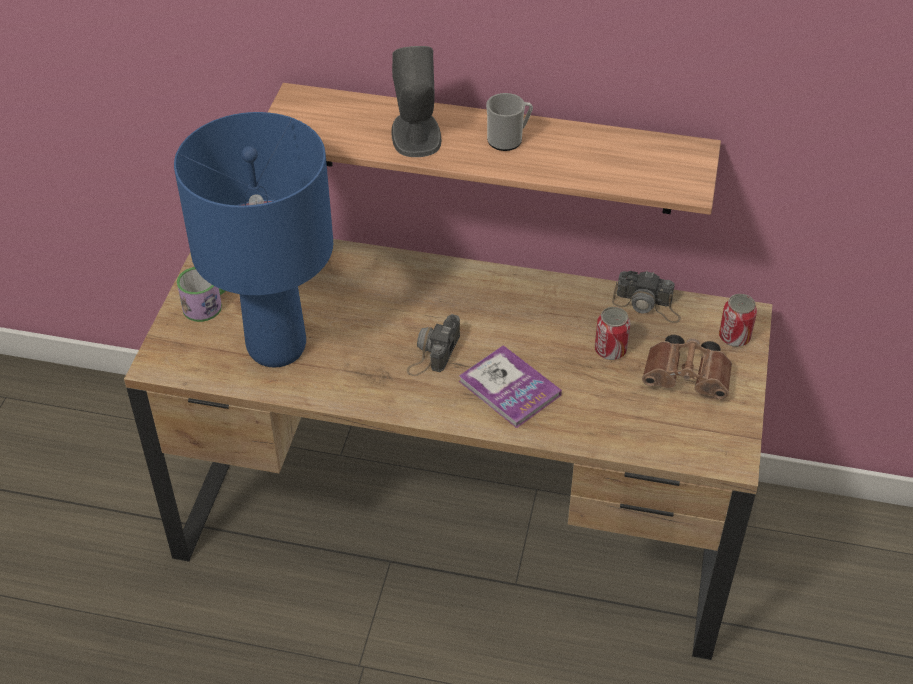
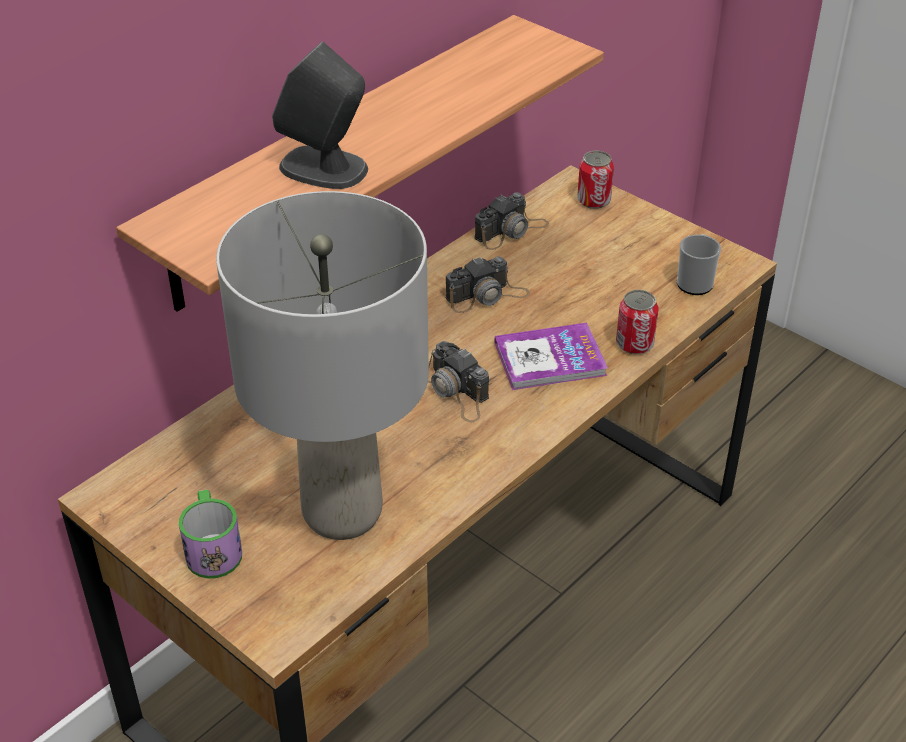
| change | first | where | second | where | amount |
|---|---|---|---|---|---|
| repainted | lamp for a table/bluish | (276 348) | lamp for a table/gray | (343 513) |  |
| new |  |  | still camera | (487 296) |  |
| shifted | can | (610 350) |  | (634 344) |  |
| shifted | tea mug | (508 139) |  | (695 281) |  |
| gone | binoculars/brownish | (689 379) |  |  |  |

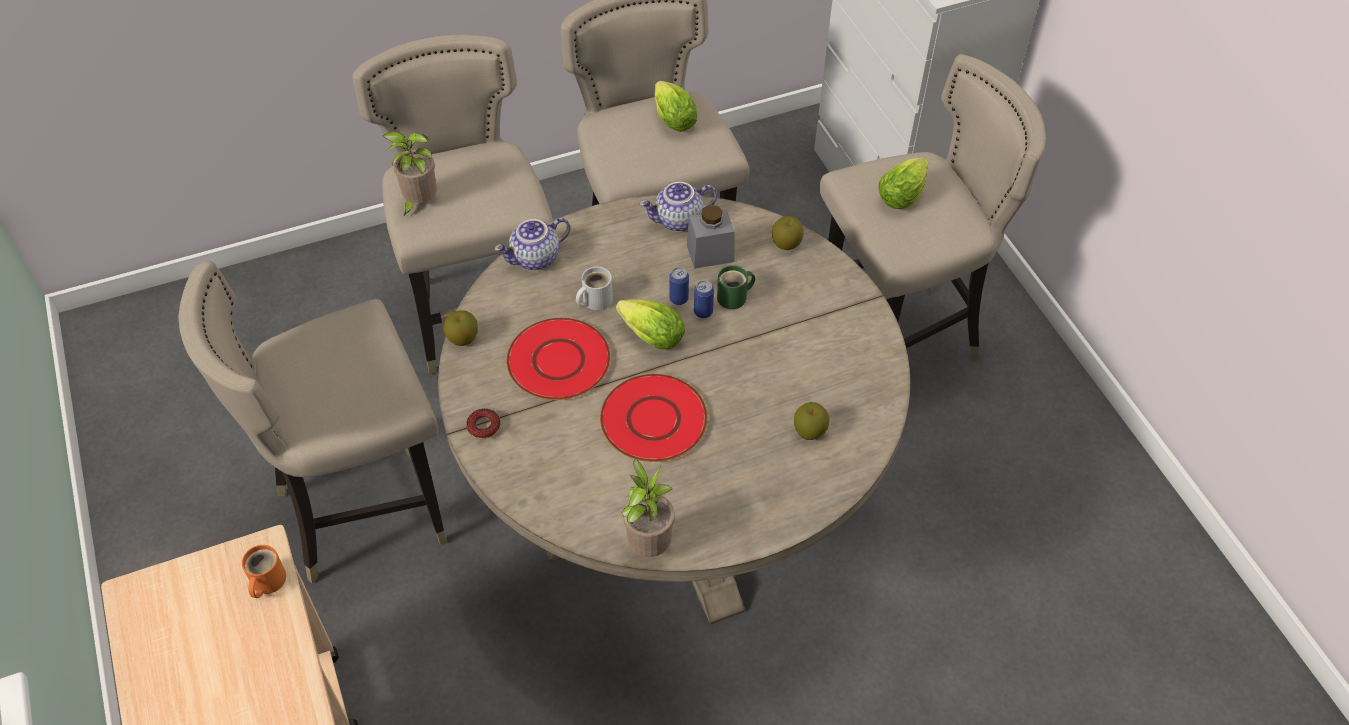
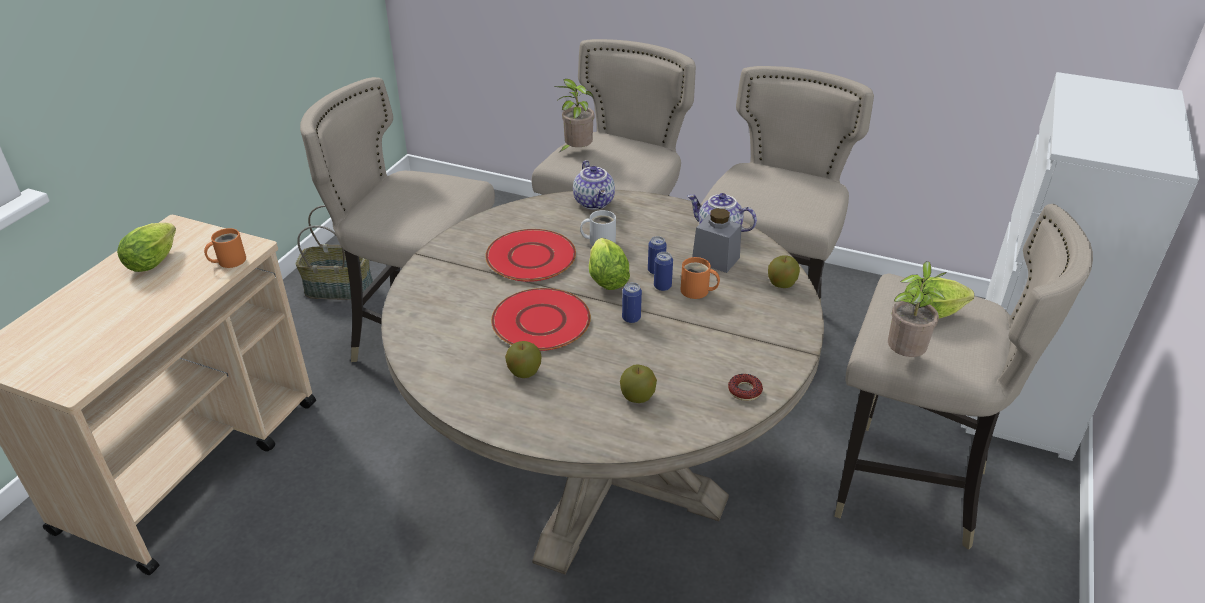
| change | first | where | second | where | amount |
|---|---|---|---|---|---|
| shifted | lettuce head | (672 118) |  | (155 260) |  |
| new |  |  | basket | (340 288) |  |
| shifted | apple | (463 338) |  | (524 372) |  |
| rotated | pot for tea | (535 259) |  | (595 202) | 120 degrees counterclockwise |
| new |  |  | can | (631 318) |  |
| repainted | tea mug/green-coloured | (735 297) | tea mug/orange-coloured | (697 291) |  |
| shifted | doughnut | (484 426) |  | (744 391) |  |
| shifted | potted plant | (648 544) |  | (904 355) |  |

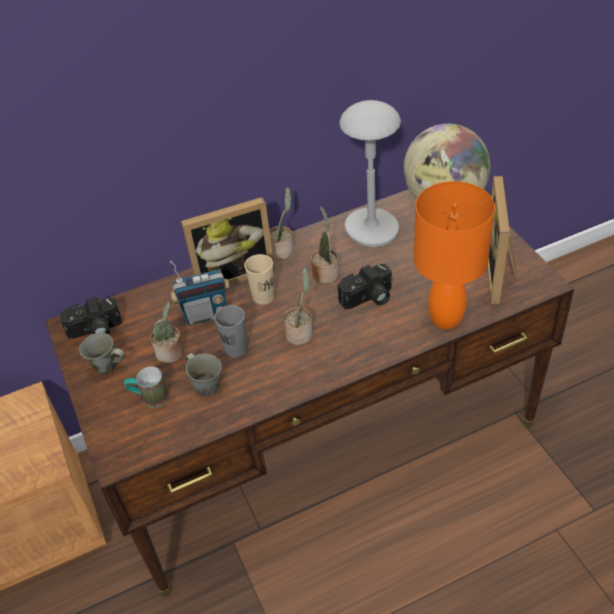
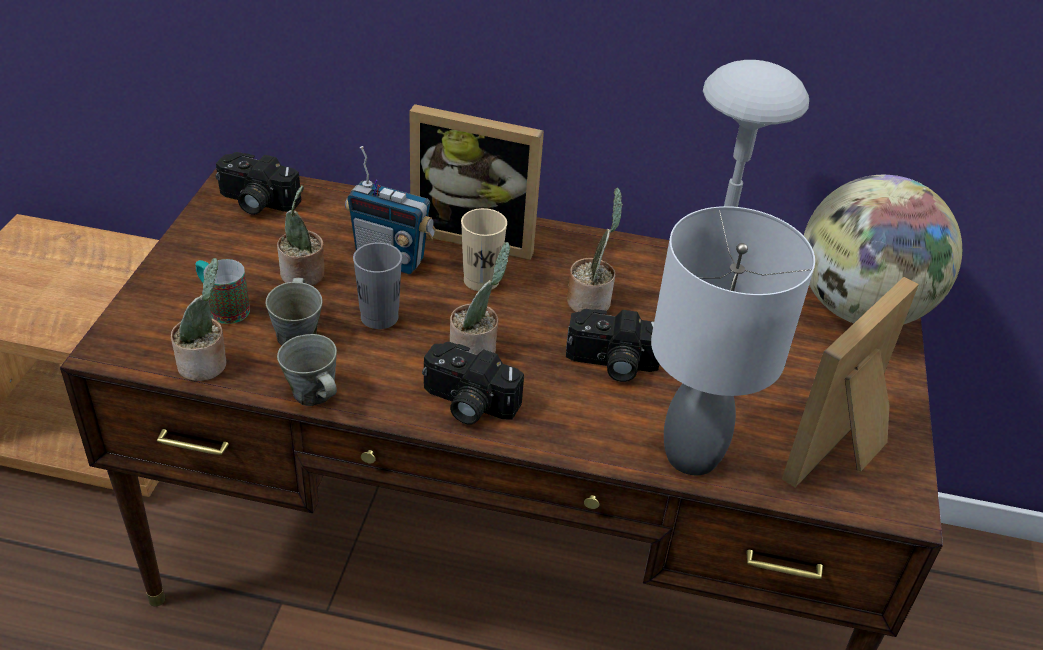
| change | first | where | second | where | amount |
|---|---|---|---|---|---|
| shifted | potted plant | (283 250) |  | (206 365) |  |
| shifted | tea mug/gray | (107 366) |  | (314 394) |  |
| new |  |  | still camera | (467 404) |  |
| repainted | lamp for a table/orange-coloured | (447 318) | lamp for a table/gray | (693 456) |  |

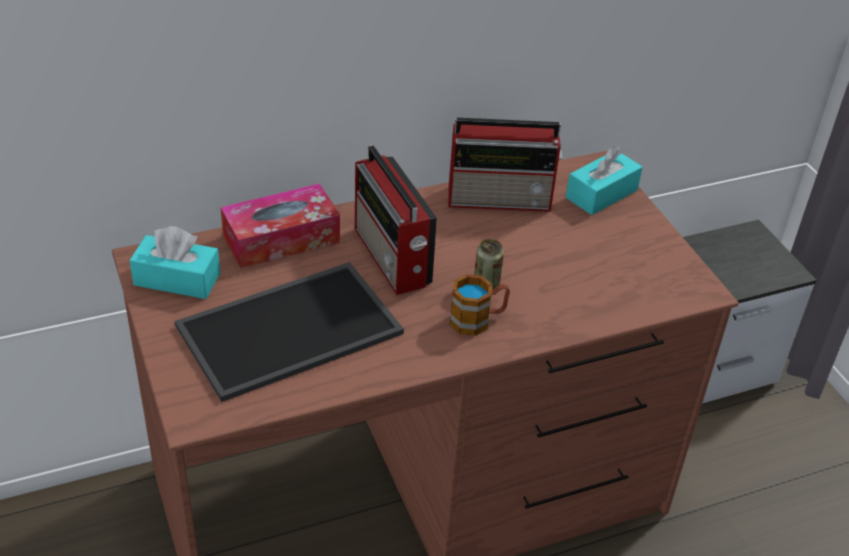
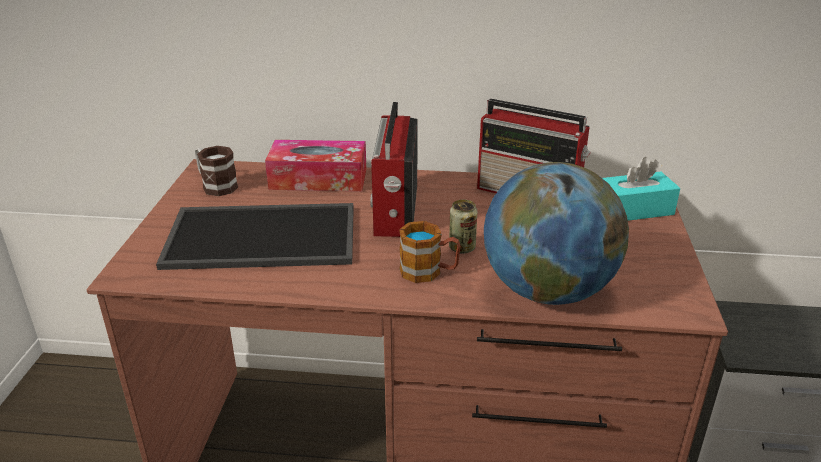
| change | first | where | second | where | amount |
|---|---|---|---|---|---|
| swapped | box of tissues/blue-green | (177 279) | tea mug | (215 185) |  |
| new |  |  | world globe | (547 291) |  |

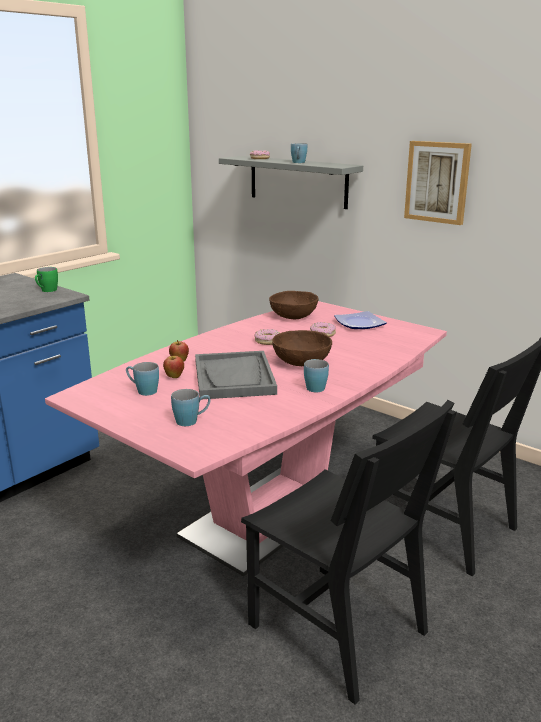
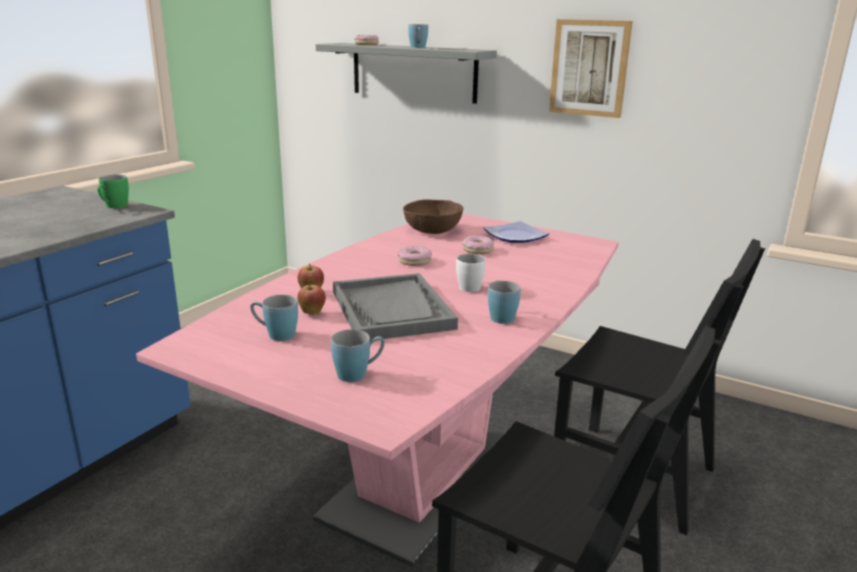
| change | first | where | second | where | amount |
|---|---|---|---|---|---|
| swapped | deep dish/brownish | (301 362) | tea mug/whitish | (468 285) |  |

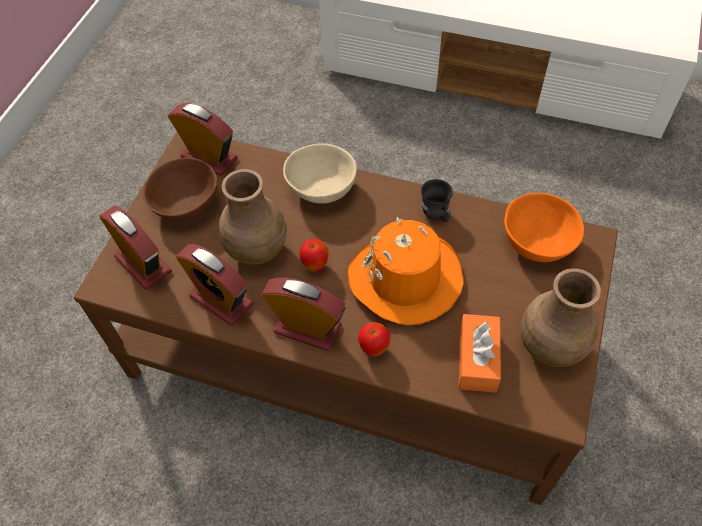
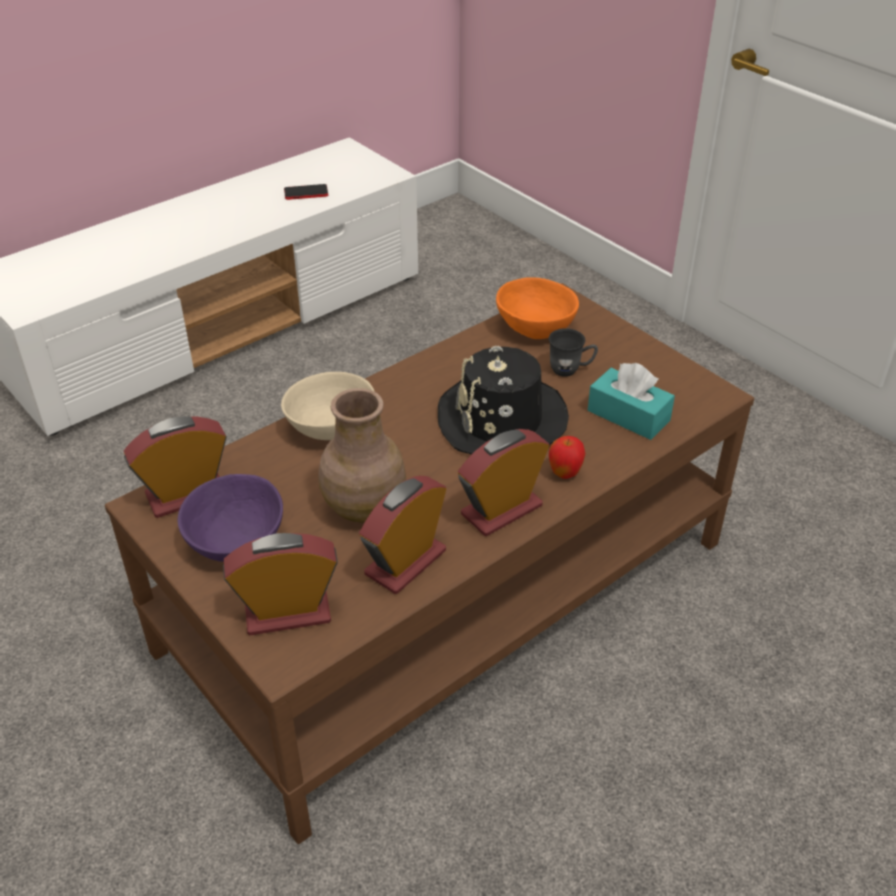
| change | first | where | second | where | amount |
|---|---|---|---|---|---|
| repainted | deep dish/brownish | (187 203) | deep dish/purple-coloured | (235 540) |  |
| new |  |  | telephone | (306 193) |  |
| rotated | table clock | (221 300) |  | (405 562) | 150 degrees clockwise |
| repainted | clothing hat/orange-coloured | (405 278) | clothing hat/black-coloured | (502 420) |  |
| shifted | tea mug/gray | (437 215) |  | (570 370) |  |
| repainted | box of tissues/orange-coloured | (477 359) | box of tissues/blue-green | (628 415) |  |
| gone | apple | (315 266) |  |  |  |
| gone | flower vase/brownish | (551 345) |  |  |  |

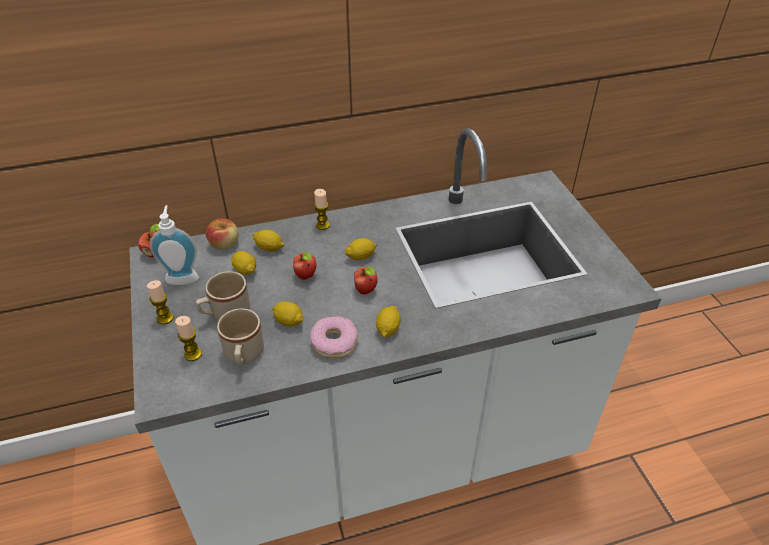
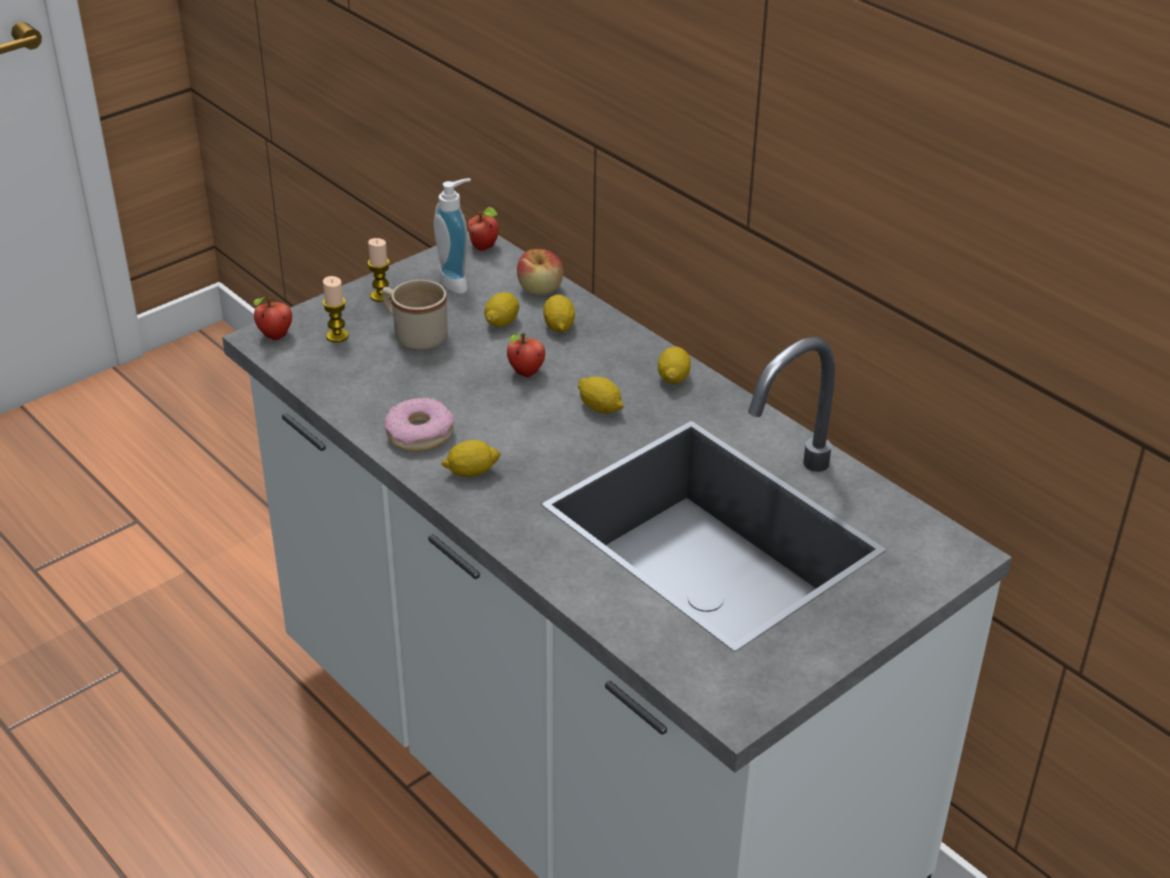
| change | first | where | second | where | amount |
|---|---|---|---|---|---|
| shifted | apple | (366 291) |  | (275 337) |  |
| shifted | lemon | (288 321) |  | (673 378) |  |
| gone | tea mug/beige-coloured | (244 356) |  |  |  |
| gone | wax candle | (322 225) |  |  |  |

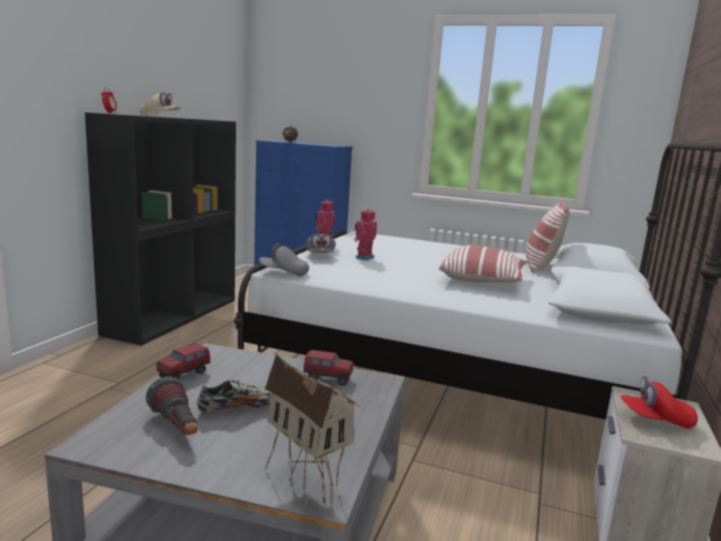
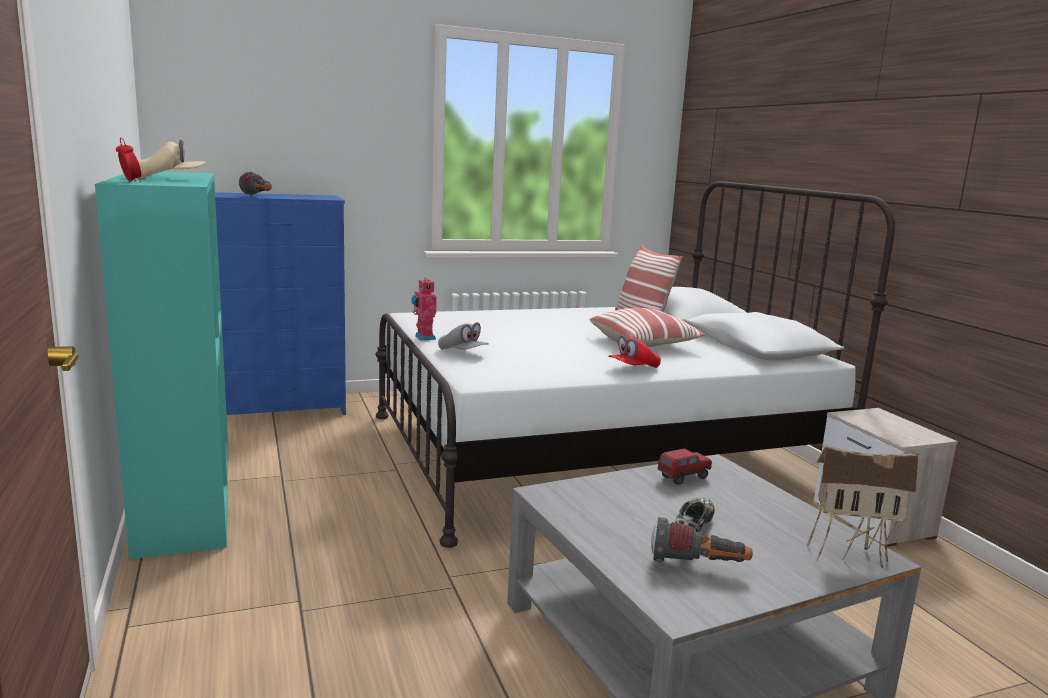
| change | first | where | second | where | amount |
|---|---|---|---|---|---|
| repainted | bookshelf/black-coloured | (173 315) | bookshelf/blue-green | (184 494) |  |
| shifted | baseball cap/reddish | (655 420) |  | (633 368) |  |
| gone | toy truck | (184 375) |  |  |  |
| gone | baseball cap/gray | (284 273) |  |  |  |
| gone | robot figure | (363 257) |  |  |  |

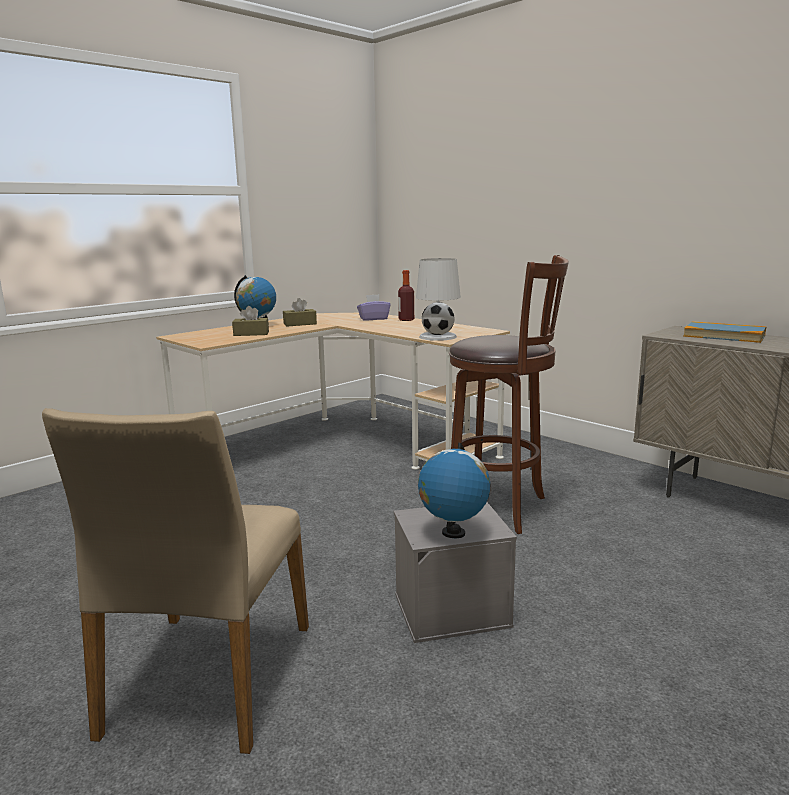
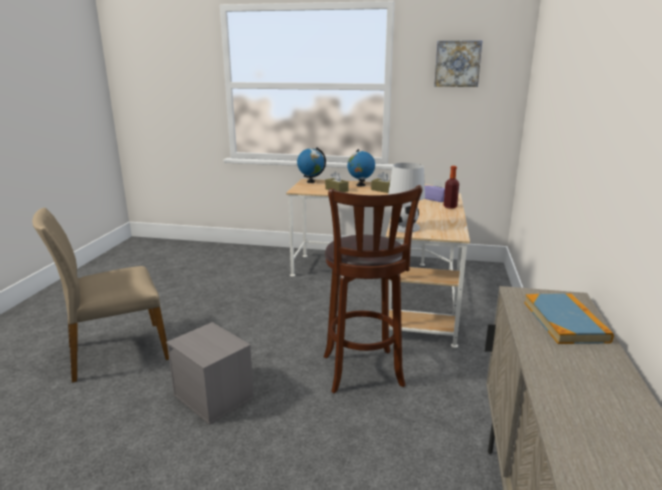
| change | first | where | second | where | amount |
|---|---|---|---|---|---|
| shifted | world globe | (453 533) |  | (310 182) |  |
| new |  |  | wall art | (457 63) |  |

